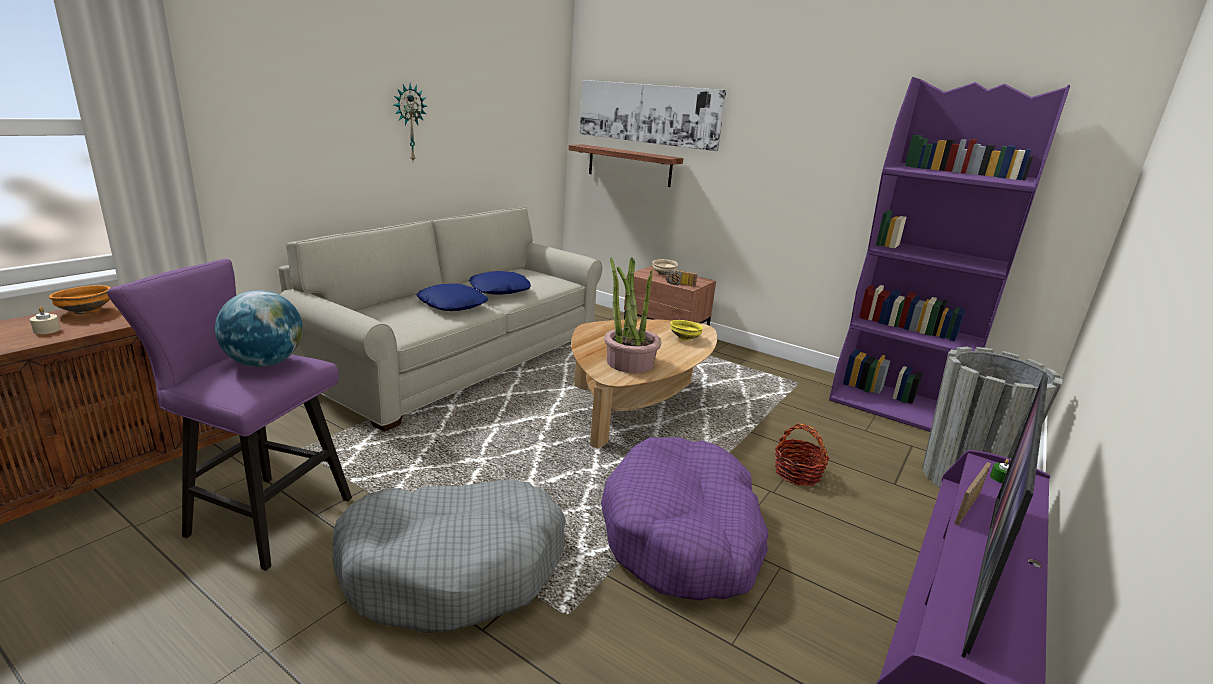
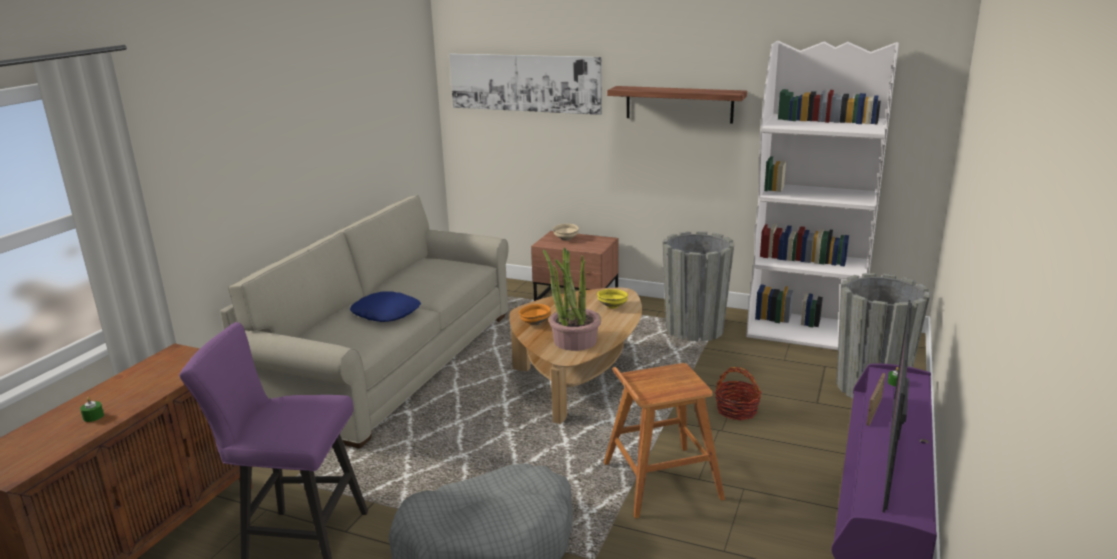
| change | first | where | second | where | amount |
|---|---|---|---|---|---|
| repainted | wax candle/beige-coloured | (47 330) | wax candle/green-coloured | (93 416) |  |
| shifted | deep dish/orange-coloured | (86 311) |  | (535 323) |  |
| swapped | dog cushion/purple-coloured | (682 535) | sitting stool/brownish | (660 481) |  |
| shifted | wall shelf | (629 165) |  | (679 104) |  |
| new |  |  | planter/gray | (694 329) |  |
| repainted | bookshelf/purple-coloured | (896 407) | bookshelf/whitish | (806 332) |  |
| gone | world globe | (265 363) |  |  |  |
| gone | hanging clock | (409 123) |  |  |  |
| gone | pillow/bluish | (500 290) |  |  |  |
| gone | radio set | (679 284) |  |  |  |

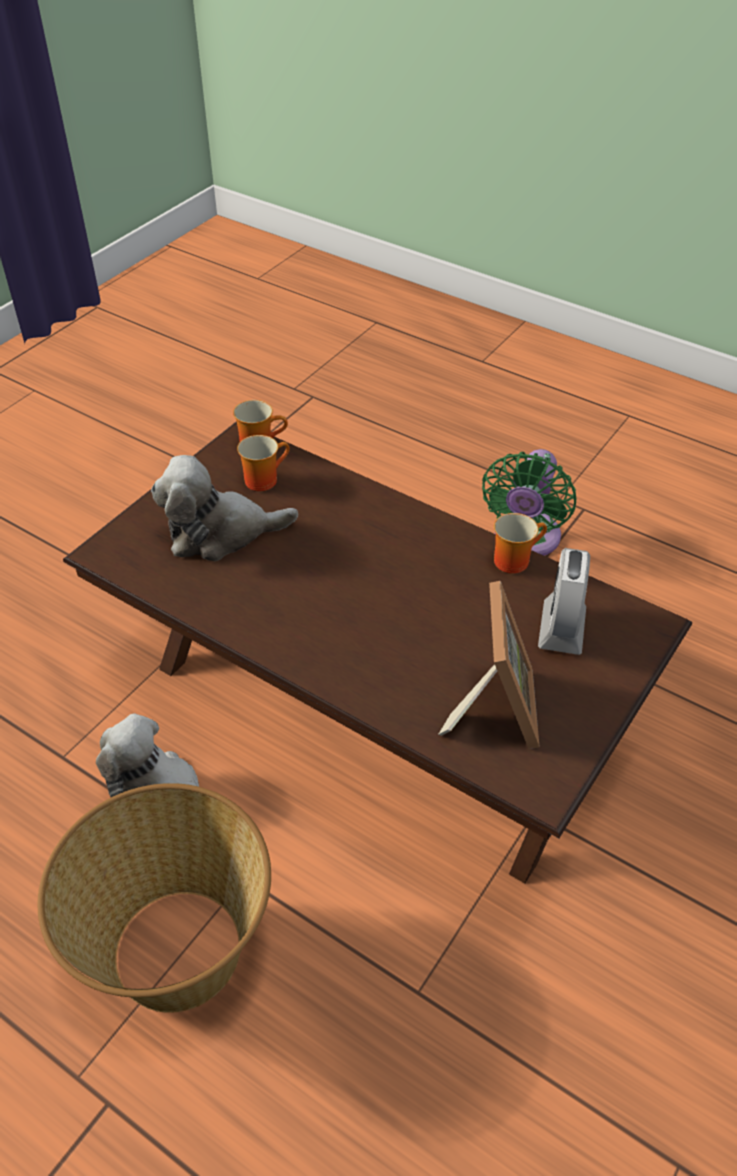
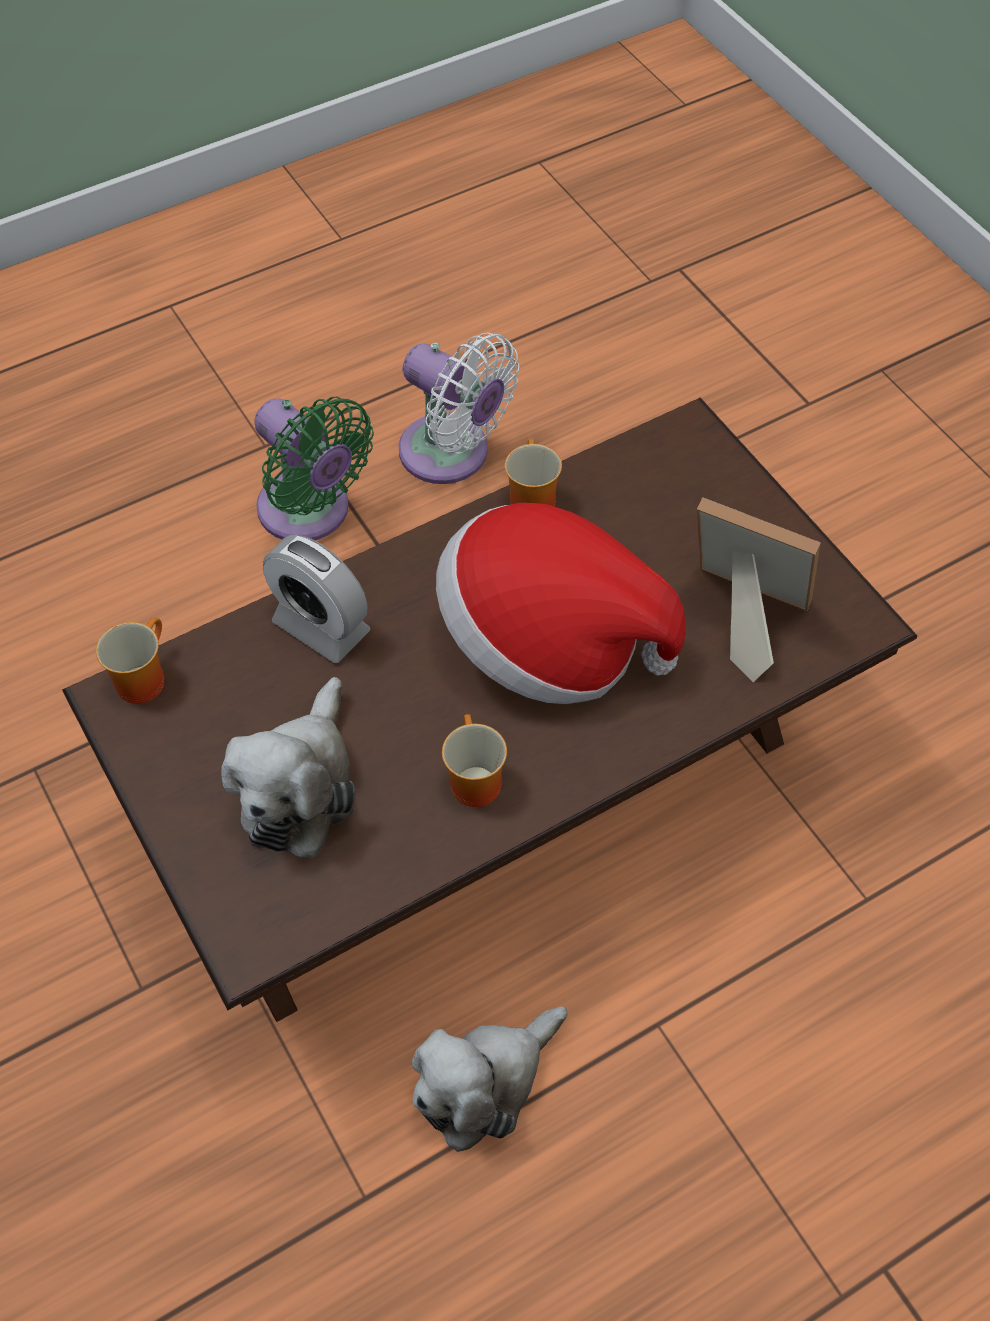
| change | first | where | second | where | amount |
|---|---|---|---|---|---|
| shifted | table clock | (562 628) |  | (321 627) |  |
| new |  |  | fan/whitish | (451 455) |  |
| new |  |  | clothing hat | (549 642) |  |
| shifted | tea mug | (263 478) |  | (470 780) |  |
| gone | basket | (177 952) |  |  |  |

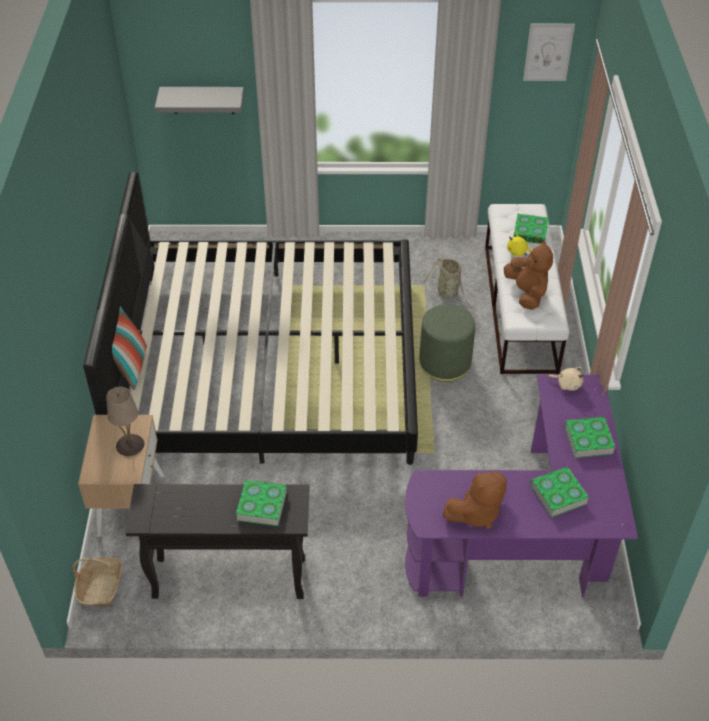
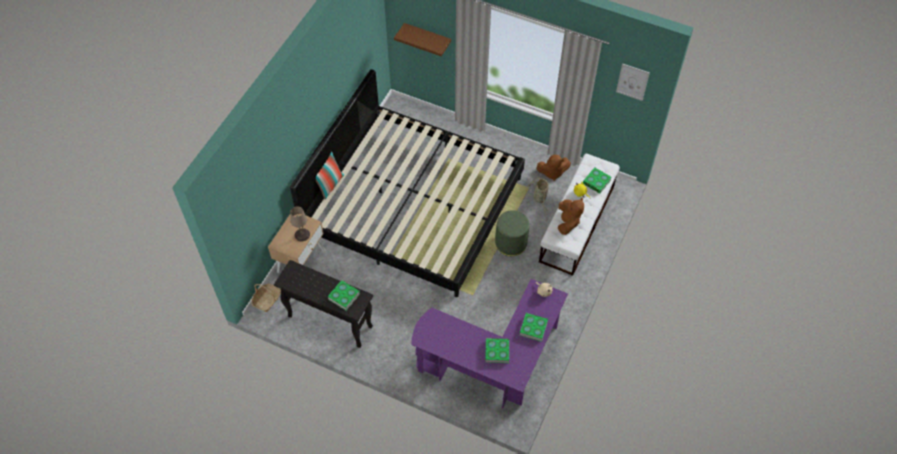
| change | first | where | second | where | amount |
|---|---|---|---|---|---|
| repainted | wall shelf/gray | (203 100) | wall shelf/brownish | (427 37) |  |
| shifted | plush toy/brownish | (476 513) |  | (552 172) |  |

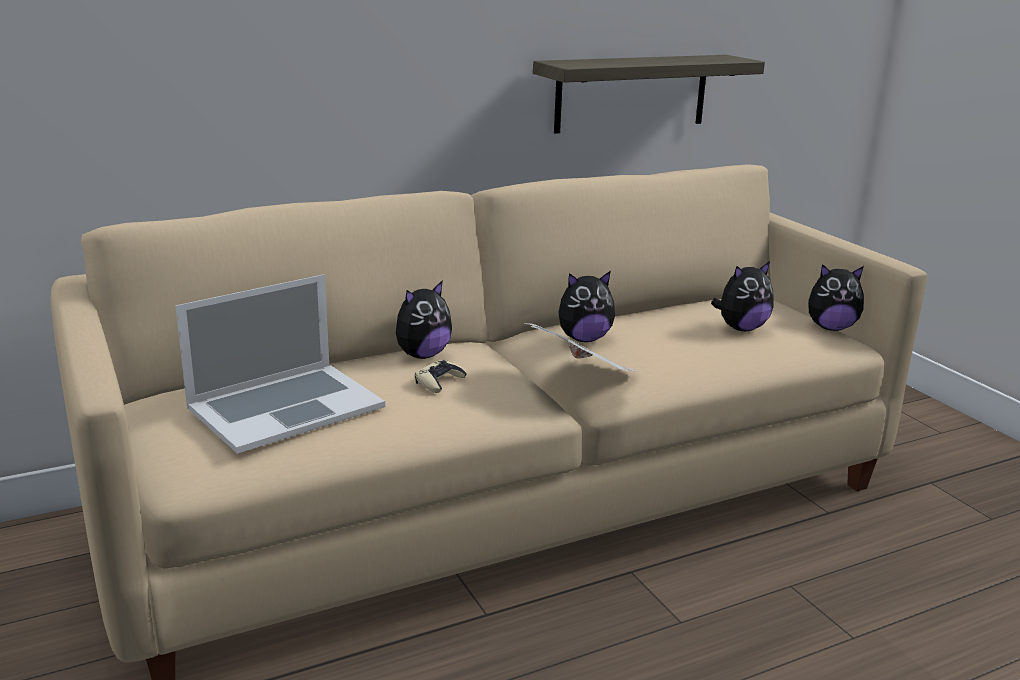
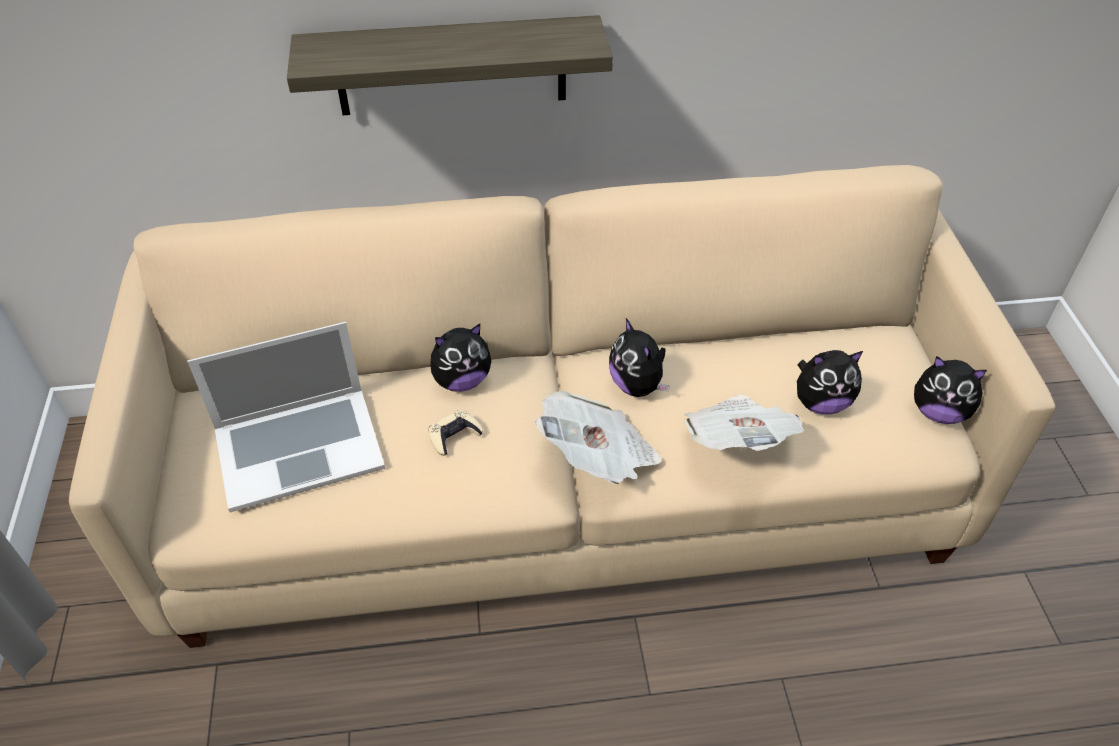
| change | first | where | second | where | amount |
|---|---|---|---|---|---|
| shifted | wall shelf | (632 93) |  | (451 66) |  |
| rotated | plush toy | (583 339) |  | (637 385) | 60 degrees clockwise |
| new |  |  | daily paper | (737 442) |  |

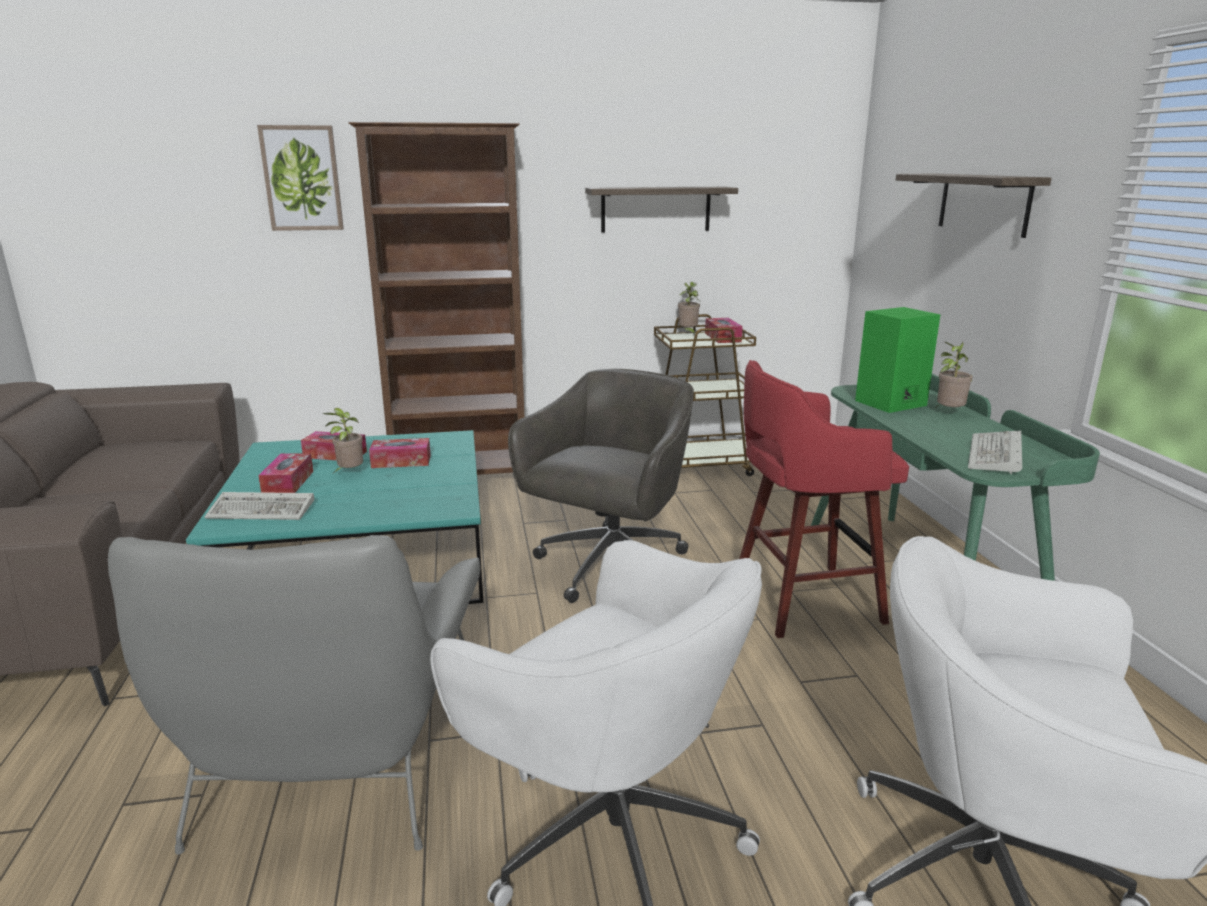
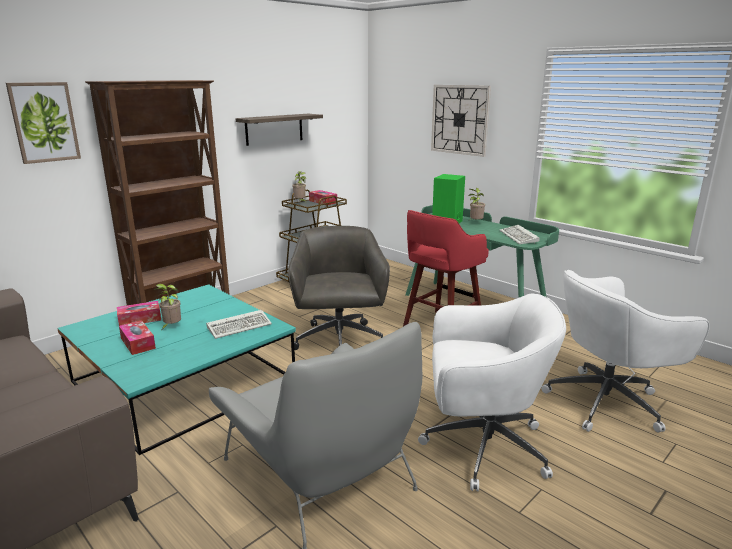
| change | first | where | second | where | amount |
|---|---|---|---|---|---|
| shifted | keyboard | (264 510) |  | (240 326) |  |
| swapped | wall shelf | (983 203) | hanging clock | (460 119) |  |
| gone | box of tissues | (401 461) |  |  |  |

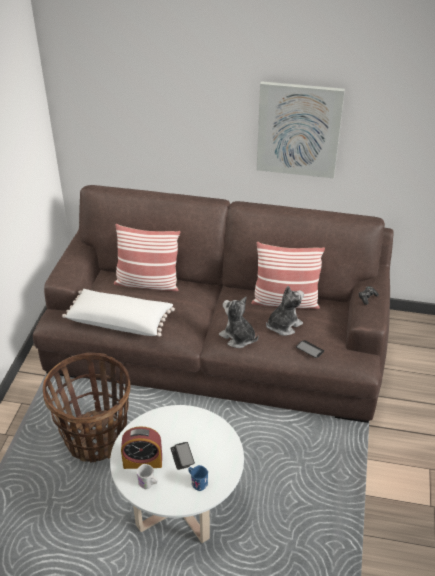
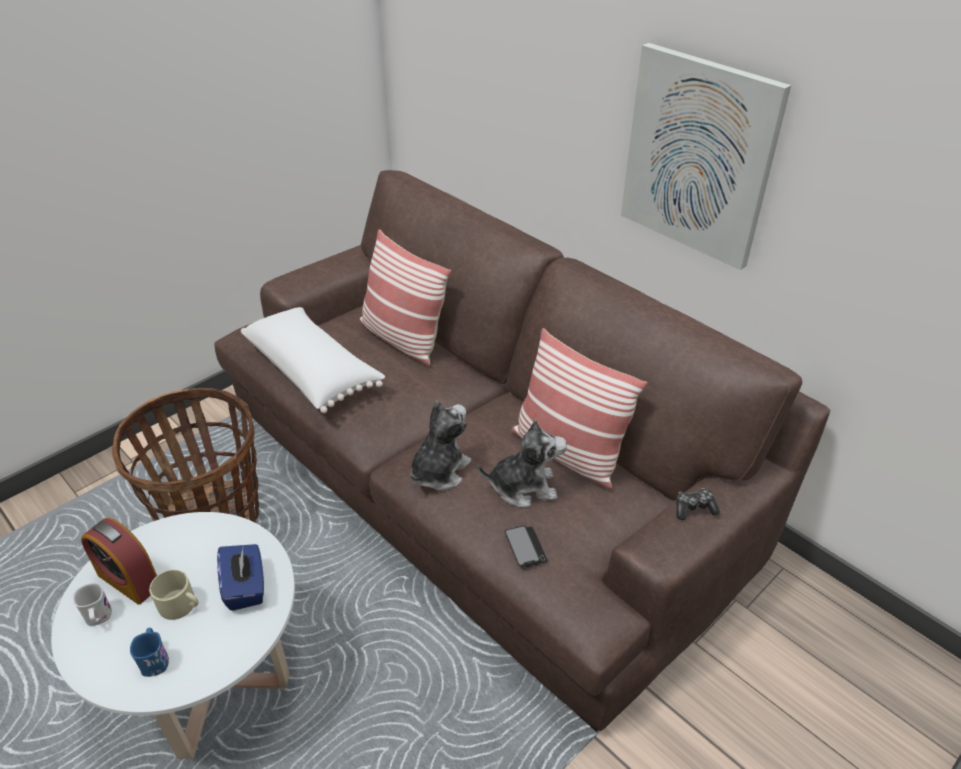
| change | first | where | second | where | amount |
|---|---|---|---|---|---|
| swapped | telephone | (182 456) | tea mug/beige-coloured | (181 605) |  |
| new |  |  | box of tissues/bluish | (246 587) |  |
| rotated | plush toy | (238 337) |  | (438 471) | 45 degrees clockwise |

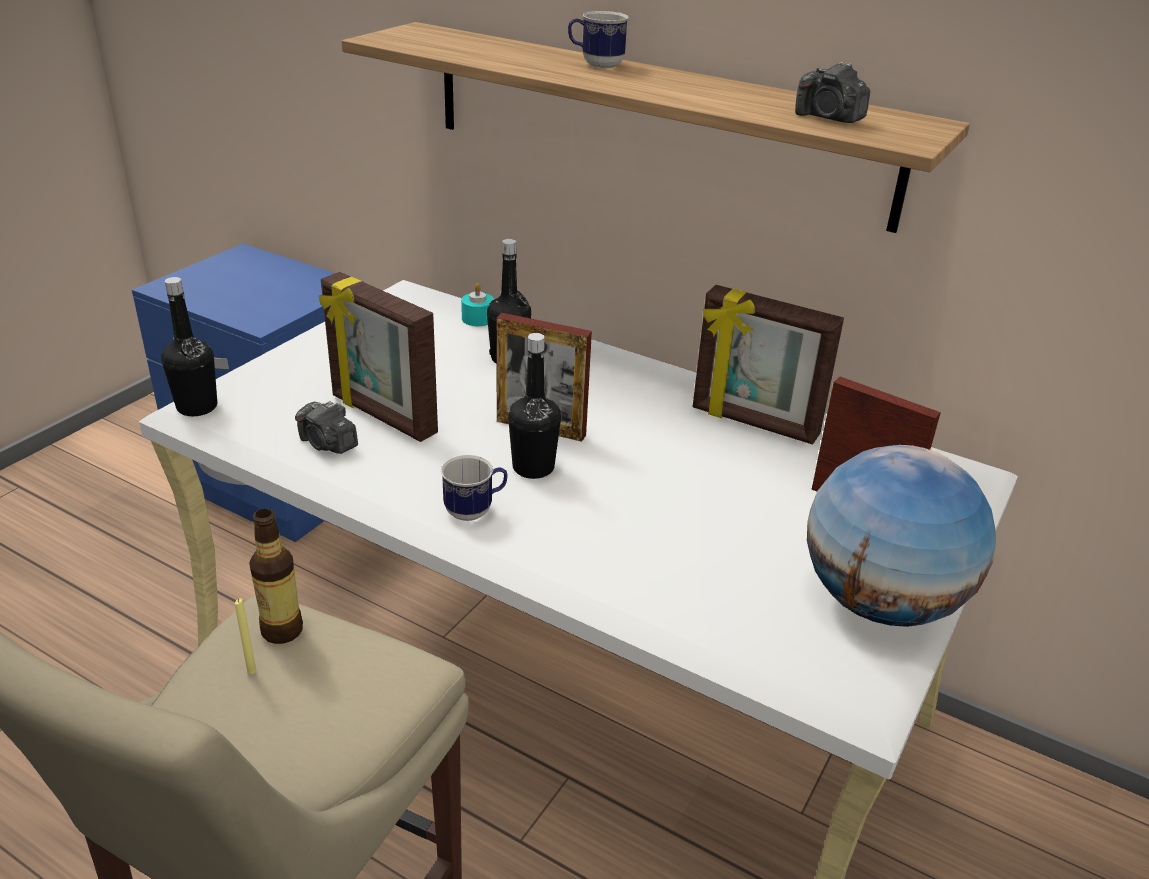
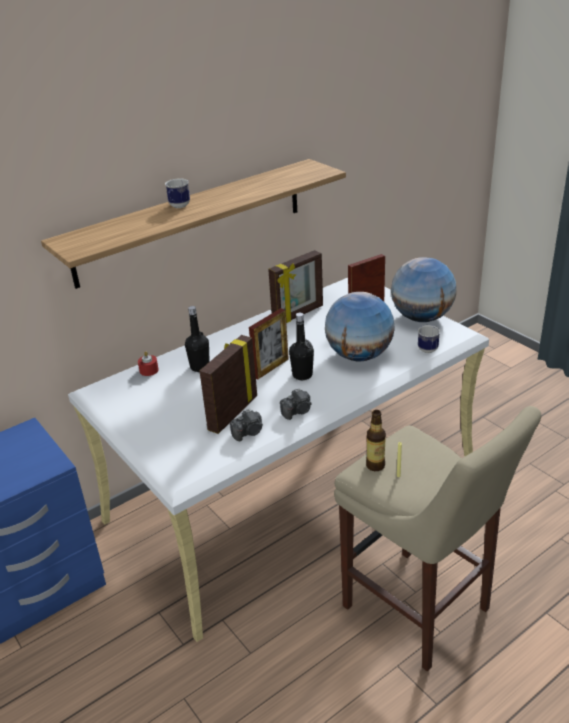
| change | first | where | second | where | amount |
|---|---|---|---|---|---|
| repainted | wax candle/blue-green | (478 319) | wax candle/reddish | (149 370) |  |
| rotated | picture frame | (382 416) |  | (232 413) | 150 degrees clockwise |
| shifted | still camera | (828 118) |  | (297 411) |  |
| new |  |  | world globe | (359 356) |  |
| shifted | tea mug | (475 511) |  | (427 348) |  |
| gone | beverage bottle/black-coloured | (197 407) |  |  |  |

